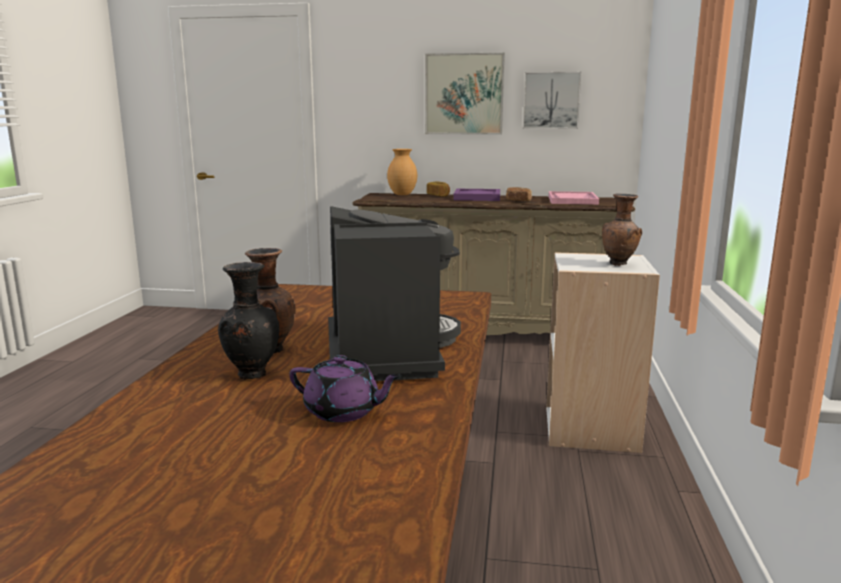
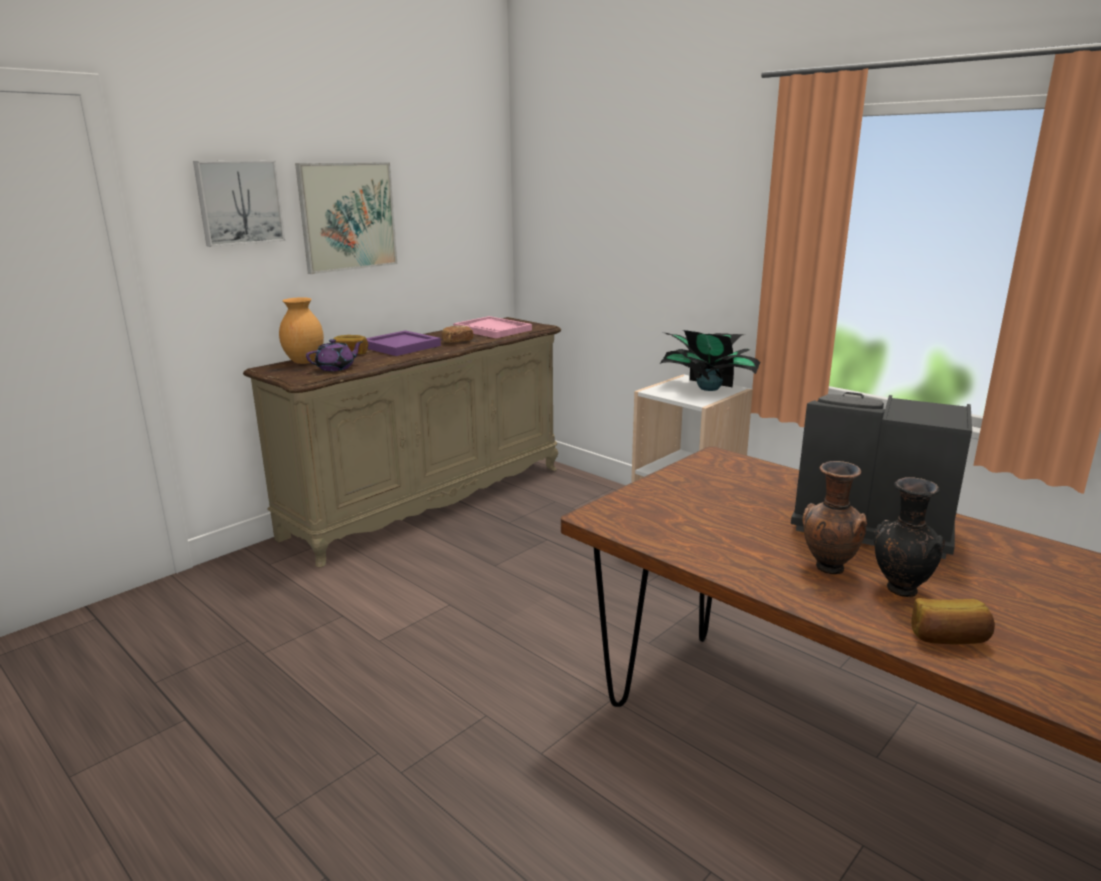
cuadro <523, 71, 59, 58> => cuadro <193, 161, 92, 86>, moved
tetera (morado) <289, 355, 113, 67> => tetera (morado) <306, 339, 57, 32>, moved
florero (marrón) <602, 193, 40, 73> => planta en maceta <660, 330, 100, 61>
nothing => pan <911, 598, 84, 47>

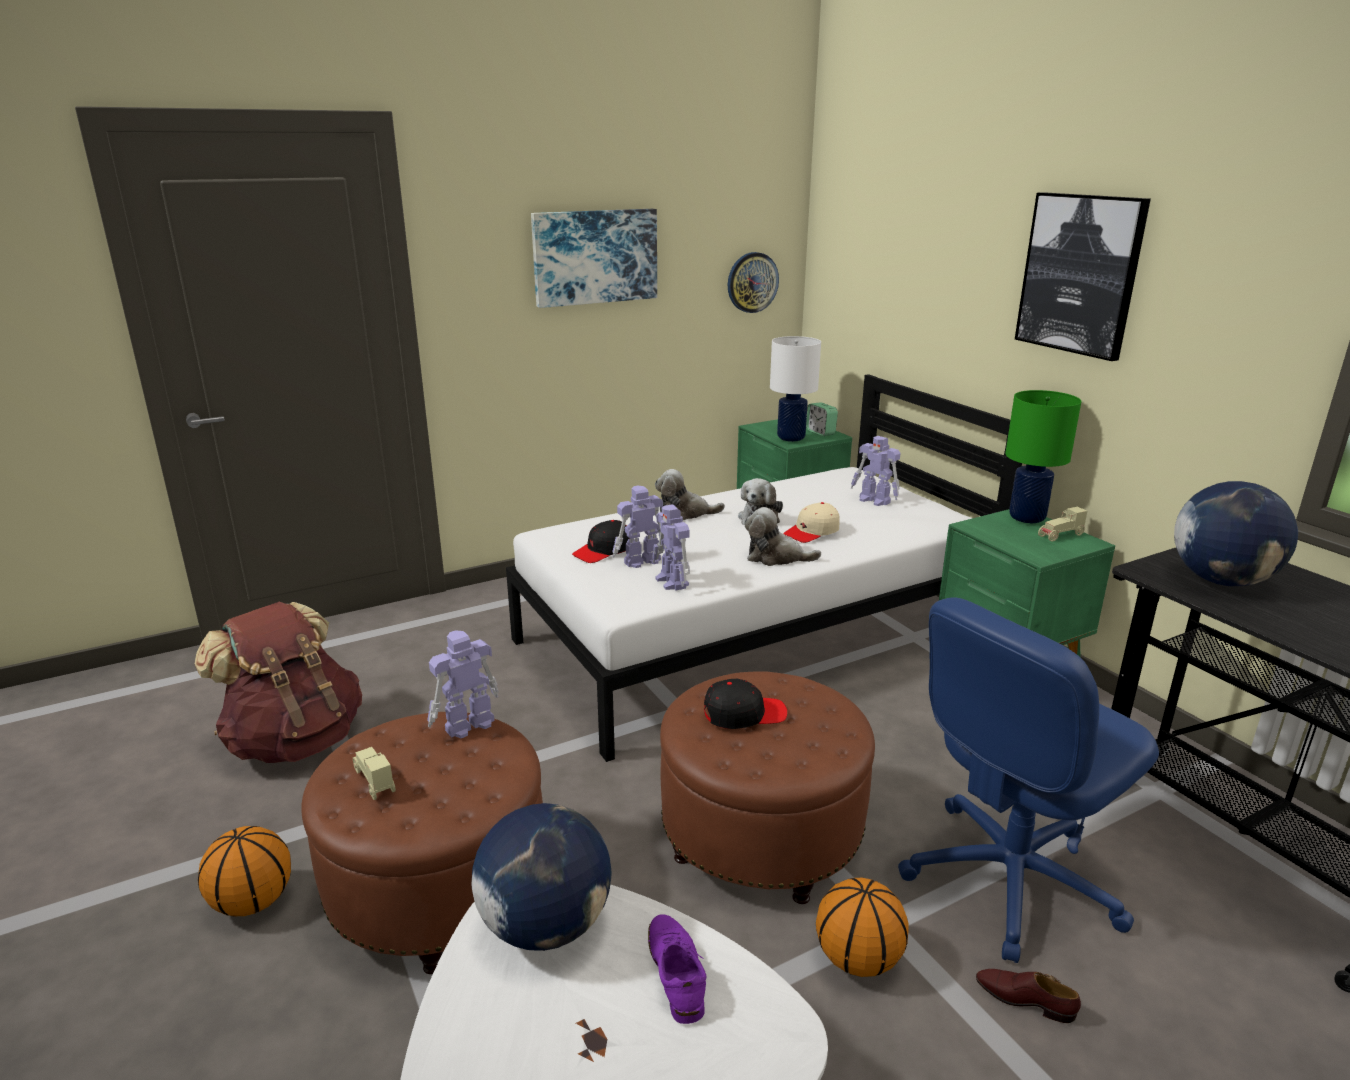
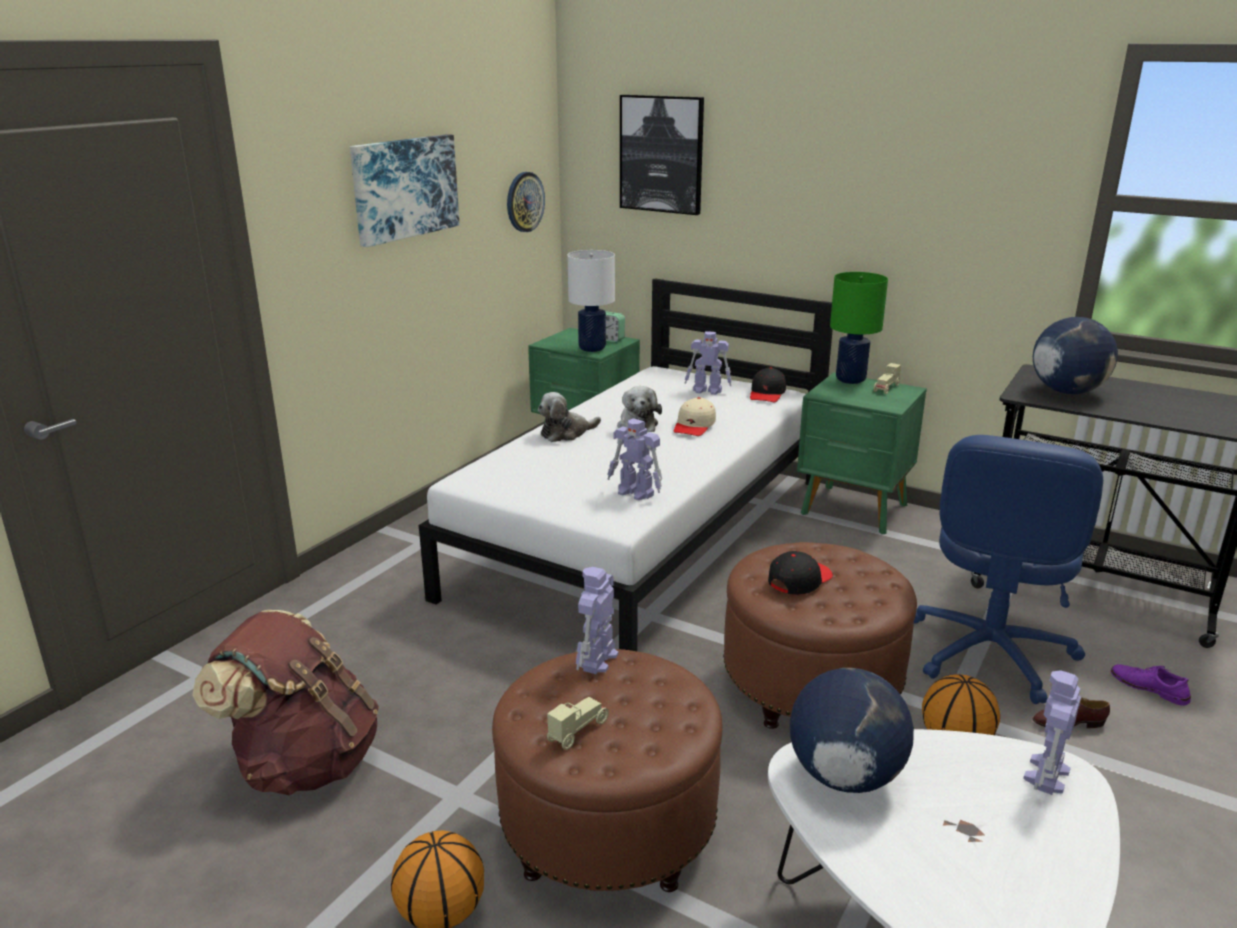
coche de juguete (beis) <353, 747, 43, 53> => coche de juguete (beis) <547, 697, 62, 53>, 105 degrees clockwise
cuadro <1015, 192, 136, 169> => cuadro <620, 95, 84, 120>, moved
gorra (negro) <572, 520, 58, 43> => gorra (negro) <750, 367, 36, 35>, moved
robot de juguete <612, 486, 52, 82> => robot de juguete <1023, 670, 58, 125>, moved
zapato (morado) <648, 914, 59, 110> => zapato (morado) <1111, 664, 80, 42>, moved
peluche <744, 507, 77, 59> => nothing

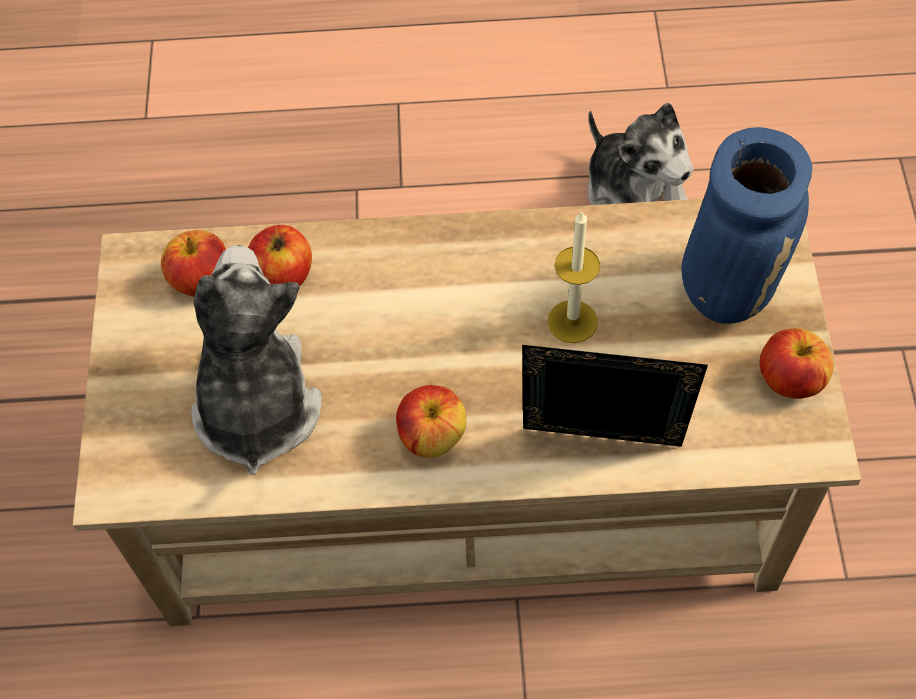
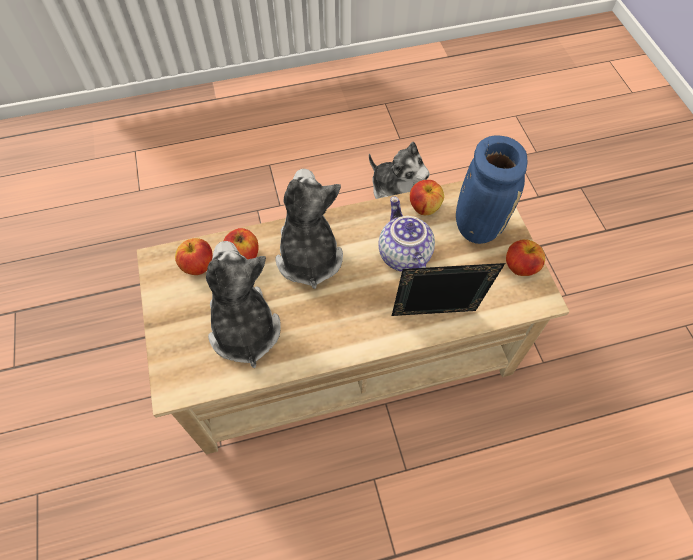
nothing => peluche <275, 169, 68, 120>
vela <548, 210, 52, 133> => tetera <378, 196, 57, 76>
manzana <396, 385, 70, 73> => manzana <410, 180, 34, 35>, moved

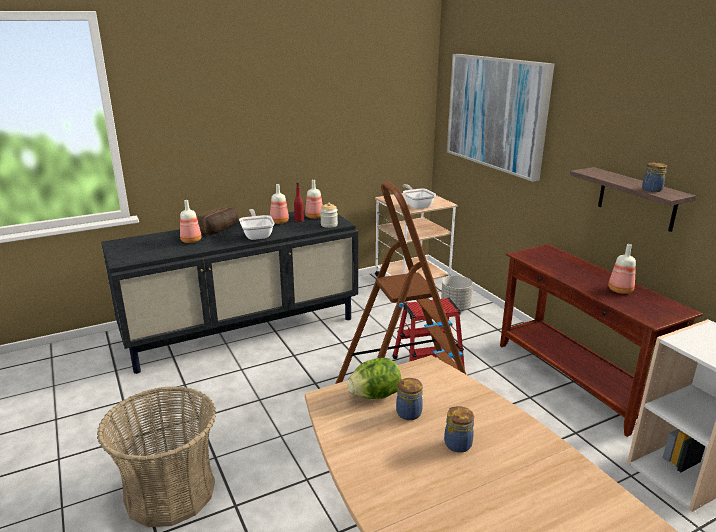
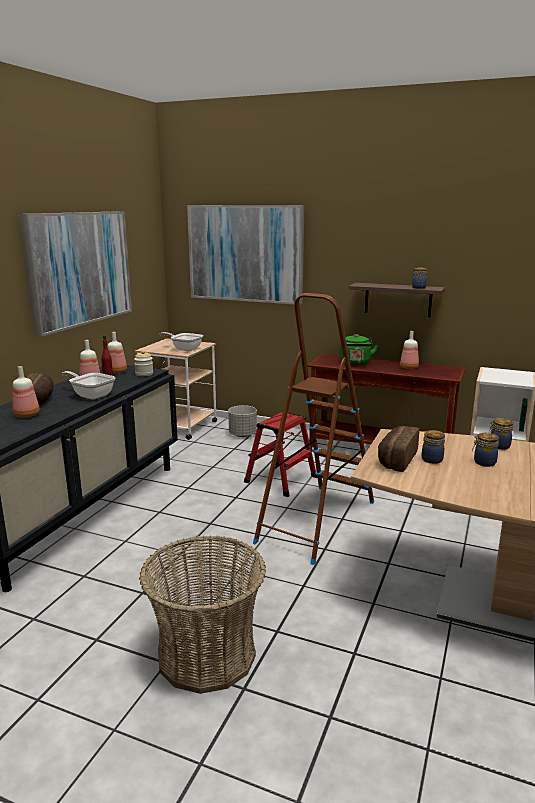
nothing => cuadro <19, 211, 113, 126>
nothing => hervidor (verde) <340, 334, 38, 32>
lechuga <347, 358, 54, 41> => pan <378, 426, 41, 46>
nothing => tarro <489, 418, 24, 32>

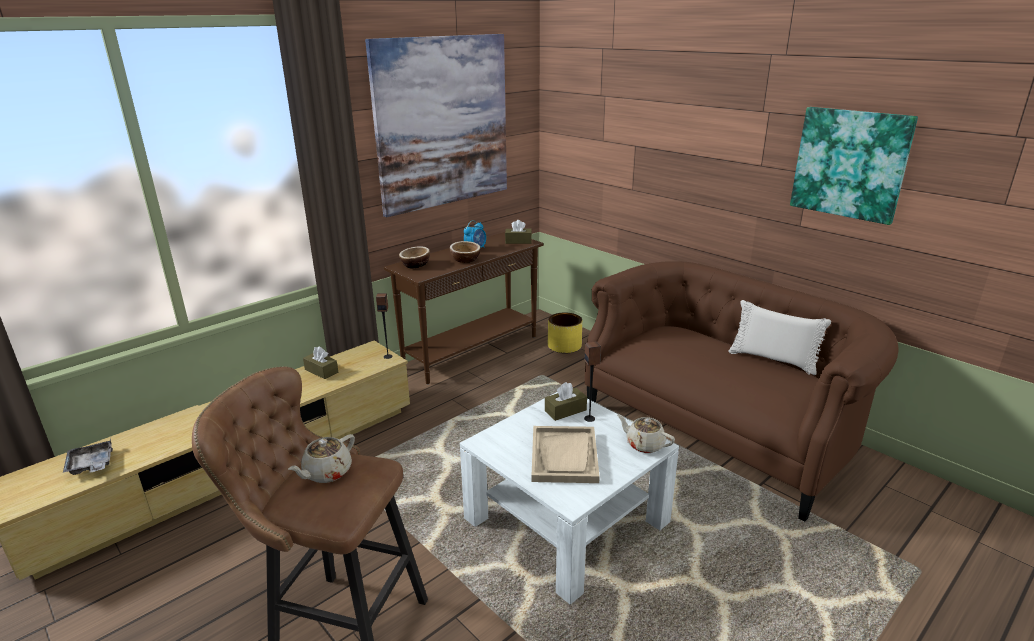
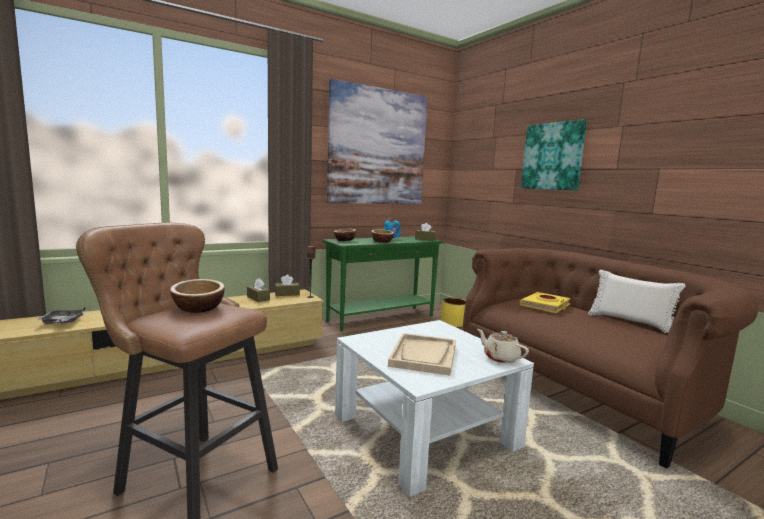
tetera (beis) <288, 434, 67, 49> => cuenco <170, 279, 55, 34>
caja de pañuelos (marrón) <545, 382, 42, 39> => caja de pañuelos (marrón) <275, 275, 25, 21>, moved
mesa consola (marrón) <384, 232, 160, 153> => mesa consola (verde) <322, 236, 122, 96>
nothing => libro (amarillo) <520, 292, 51, 21>
cuadro <790, 107, 128, 118> => cuadro <521, 119, 66, 72>, moved
altavoz <584, 341, 17, 81> => nothing

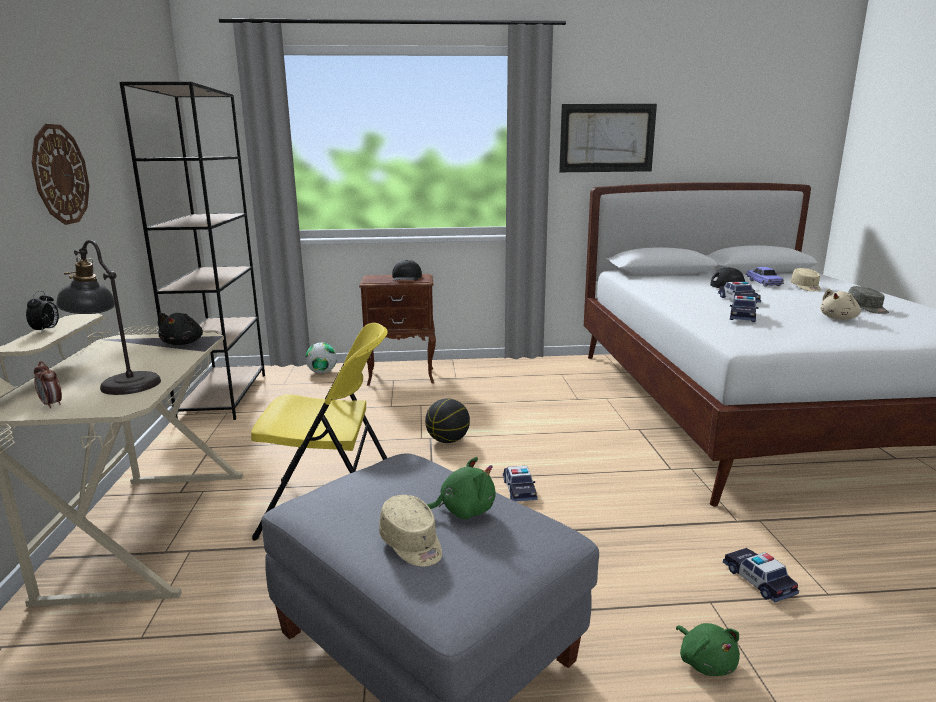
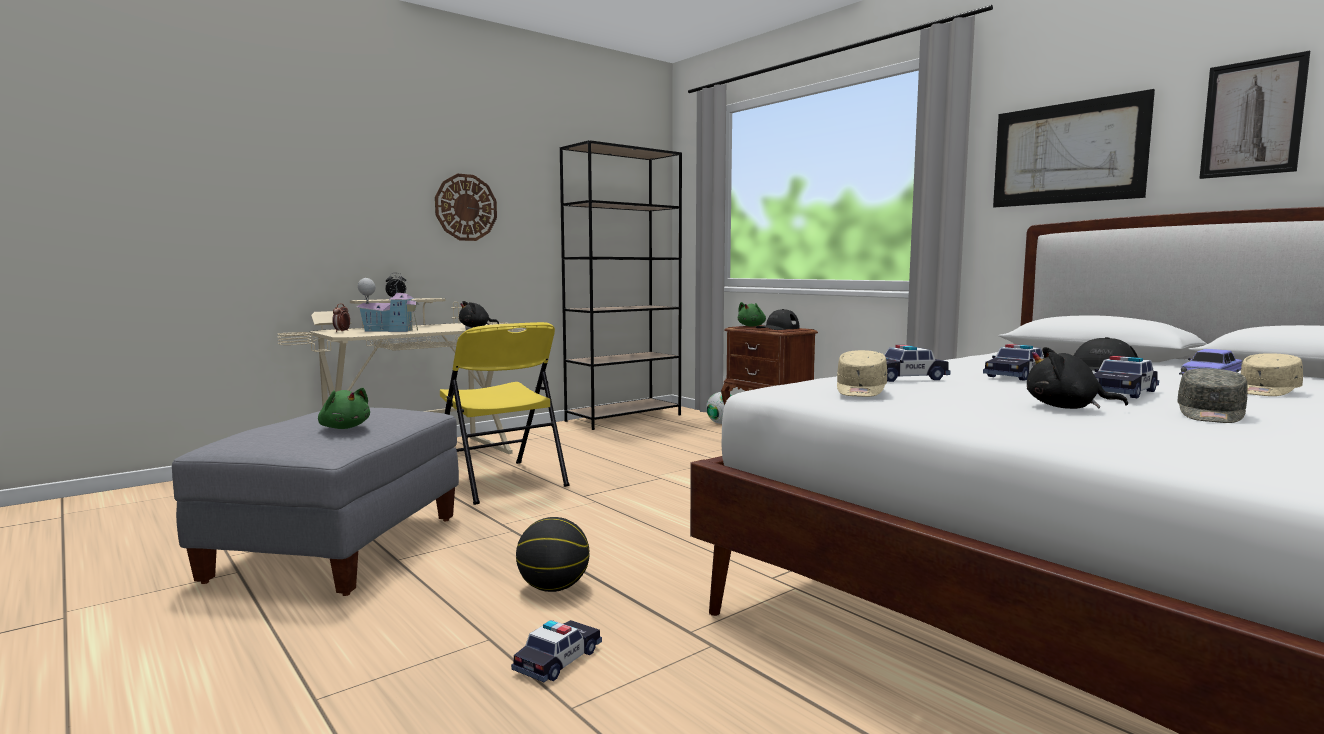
lámpara de mesa (gris) <56, 240, 105, 155> => casita <357, 275, 62, 57>
balón de baloncesto <425, 398, 45, 45> => balón de baloncesto <516, 517, 73, 75>, moved
peluche (verde) <676, 623, 64, 53> => peluche (verde) <737, 302, 29, 24>, moved
gorra (beis) <379, 495, 63, 72> => gorra (beis) <837, 350, 50, 47>, moved
peluche (beis) <820, 289, 41, 31> => peluche (negro) <1027, 347, 101, 62>
coche de juguete <503, 466, 35, 36> => coche de juguete <1094, 356, 65, 42>, moved
nothing => cuadro <1199, 51, 111, 128>

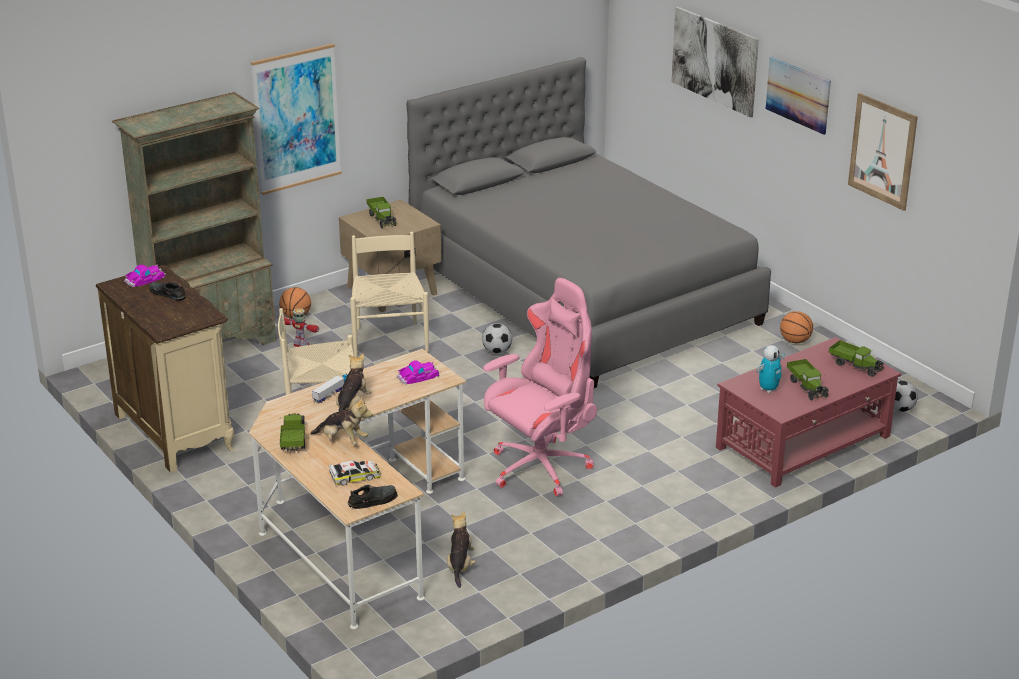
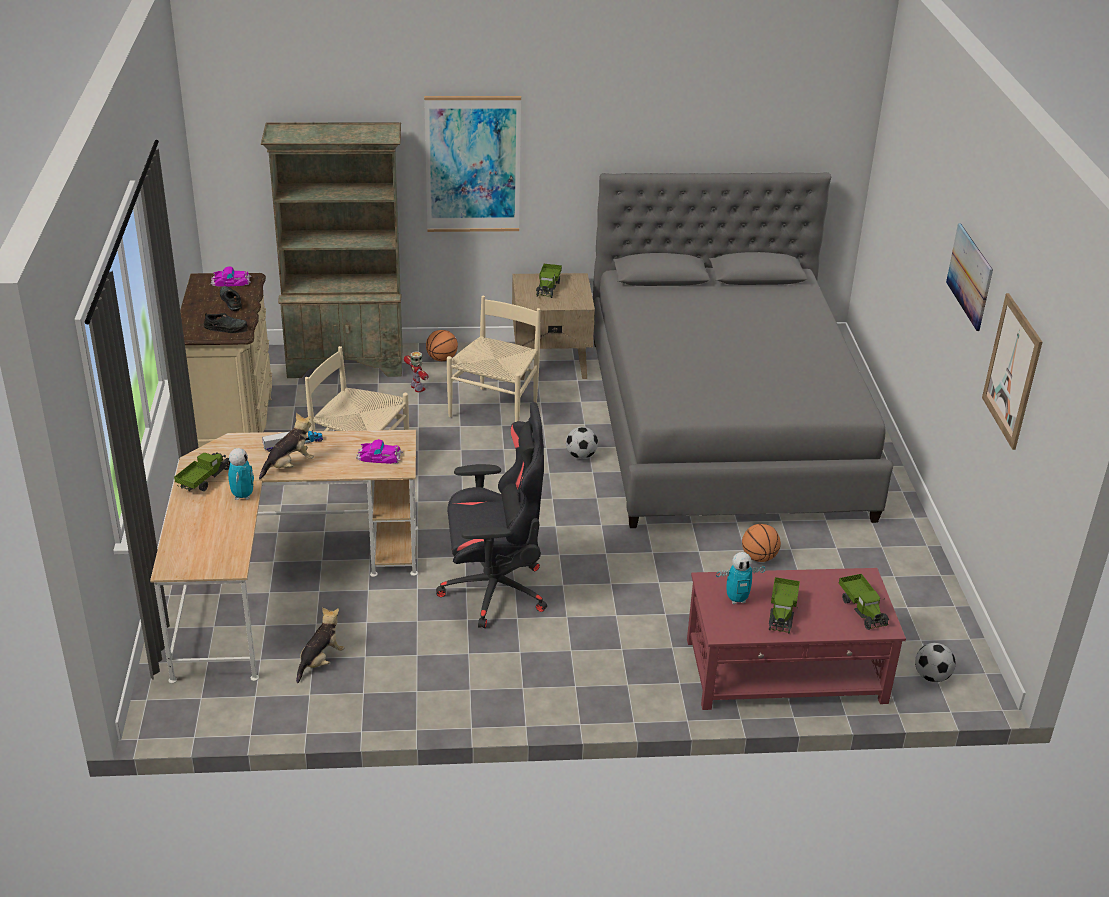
zapato (negro) <348, 485, 50, 24> => zapato (negro) <203, 313, 44, 20>, moved
peluche <310, 397, 63, 48> => robot de juguete <228, 448, 26, 52>
silla de oficina (rosa) <483, 278, 114, 218> => silla de oficina (negro) <436, 401, 111, 227>
balón de baloncesto <780, 311, 33, 32> => balón de baloncesto <742, 524, 39, 38>, moved
coche de juguete <329, 461, 52, 24> => nothing
cuadro <672, 7, 87, 111> => nothing

